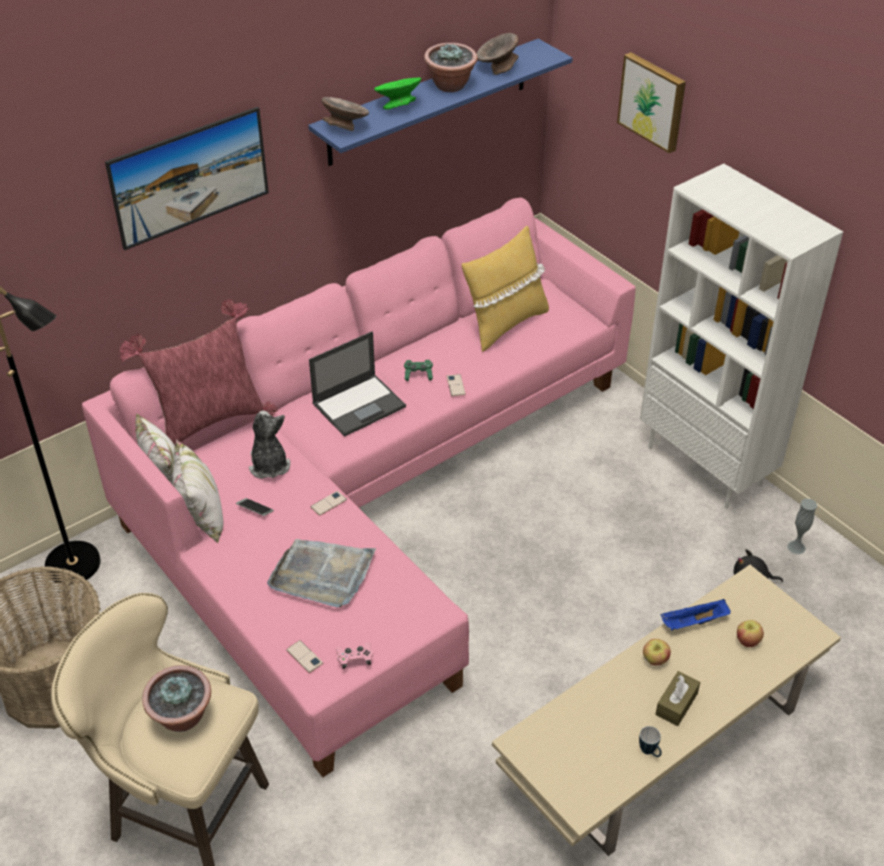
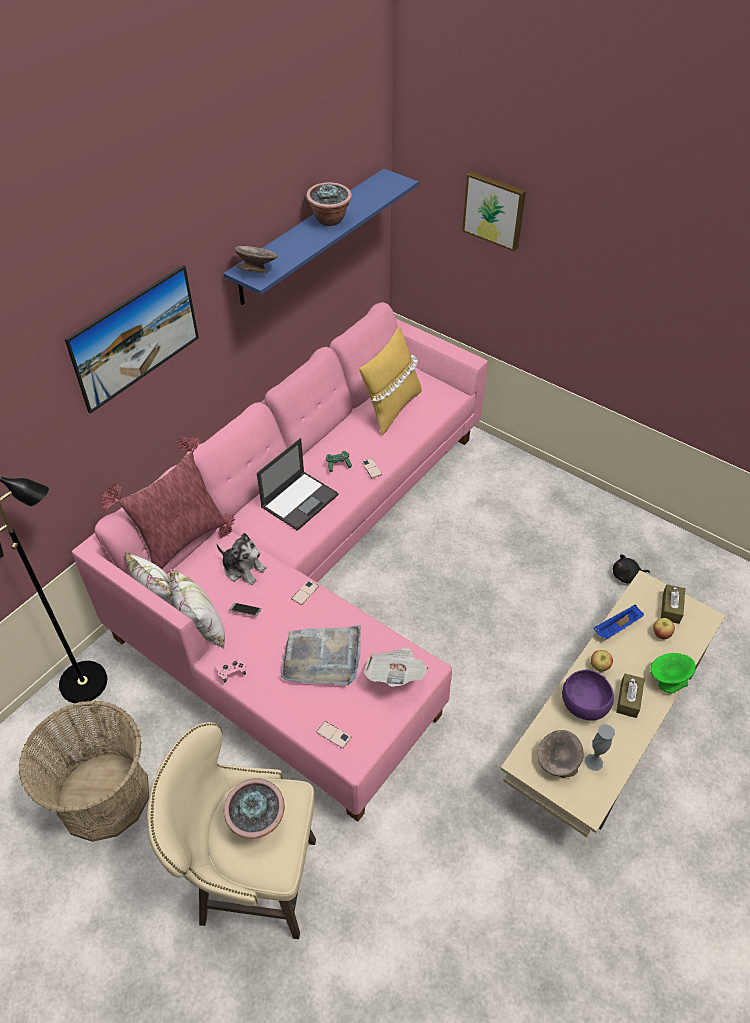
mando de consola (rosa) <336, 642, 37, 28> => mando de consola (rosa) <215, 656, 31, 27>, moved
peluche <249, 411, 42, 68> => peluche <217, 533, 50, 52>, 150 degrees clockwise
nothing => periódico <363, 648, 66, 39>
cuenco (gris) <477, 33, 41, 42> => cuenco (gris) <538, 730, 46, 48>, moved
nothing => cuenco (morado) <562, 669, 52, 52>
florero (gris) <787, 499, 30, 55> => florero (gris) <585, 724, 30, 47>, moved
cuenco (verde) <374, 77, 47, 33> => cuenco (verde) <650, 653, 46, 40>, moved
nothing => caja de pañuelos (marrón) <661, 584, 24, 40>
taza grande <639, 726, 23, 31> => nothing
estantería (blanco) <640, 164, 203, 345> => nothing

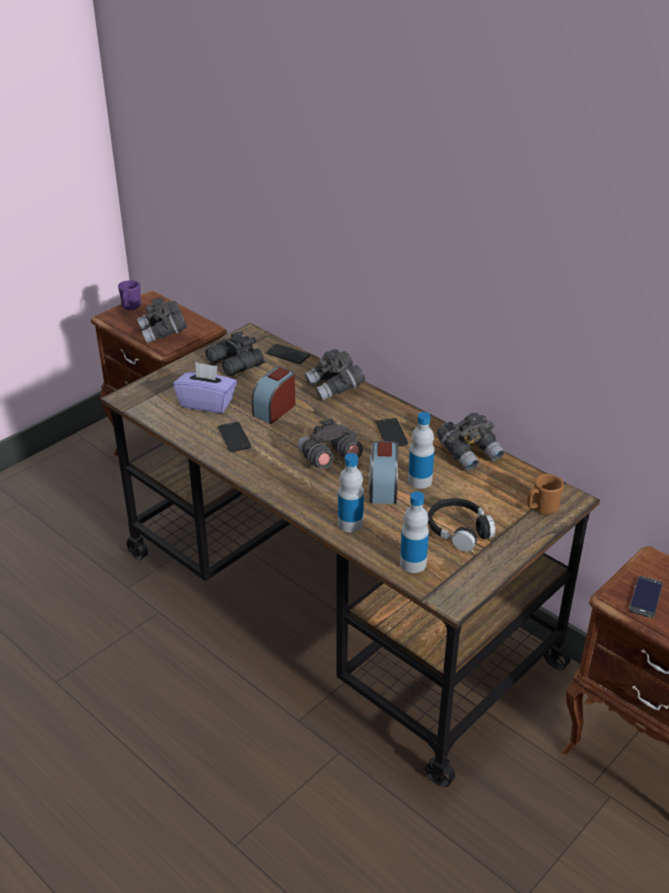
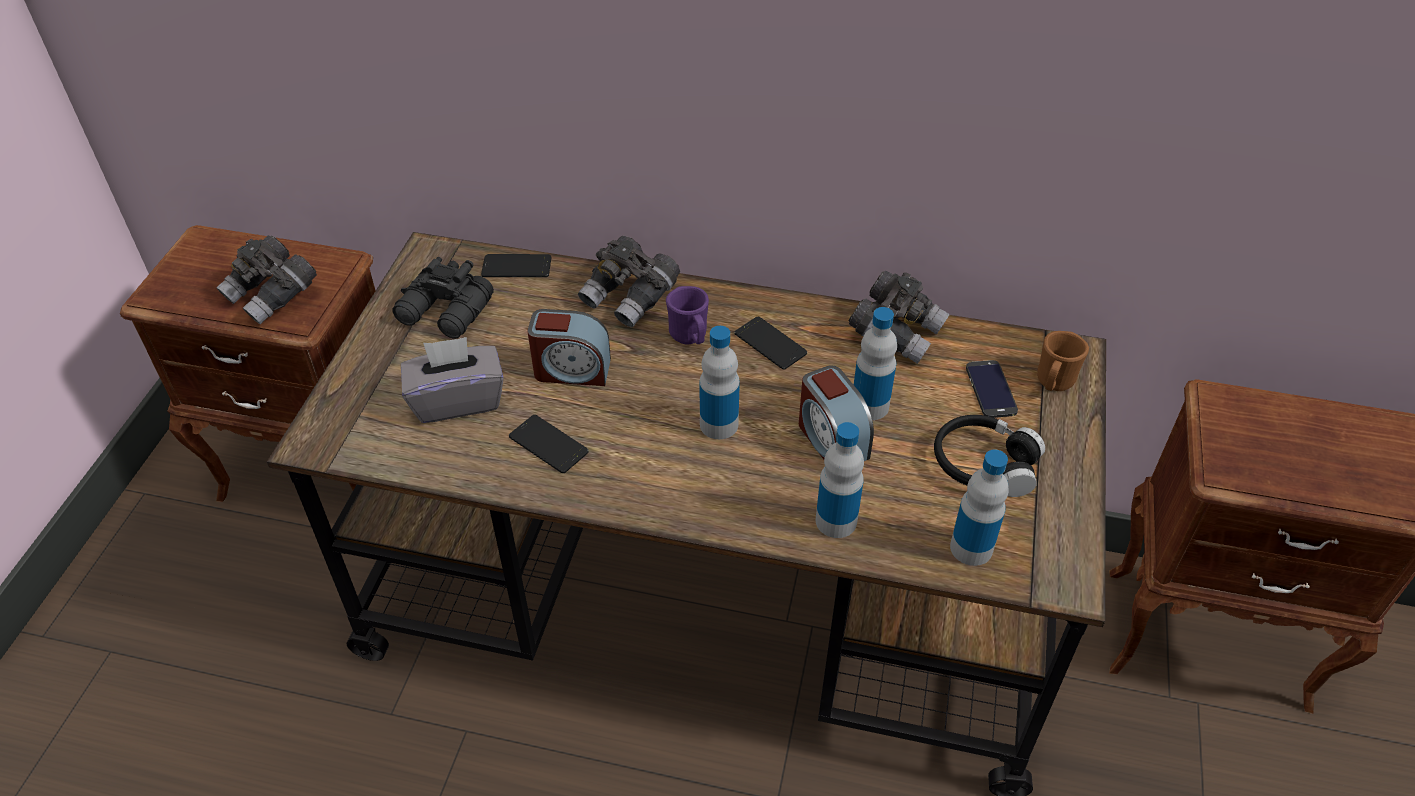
caja de pañuelos (morado) <173, 362, 64, 51> => caja de pañuelos (gris) <401, 337, 103, 86>
despertador <252, 367, 43, 57> => despertador <528, 309, 83, 77>, 90 degrees counterclockwise
taza grande (morado) <118, 280, 24, 30> => taza grande (morado) <666, 286, 43, 59>, moved
prismáticos (gris) <298, 418, 65, 51> => botella <700, 326, 40, 113>
móvil <629, 576, 34, 42> => móvil <966, 360, 52, 58>, moved

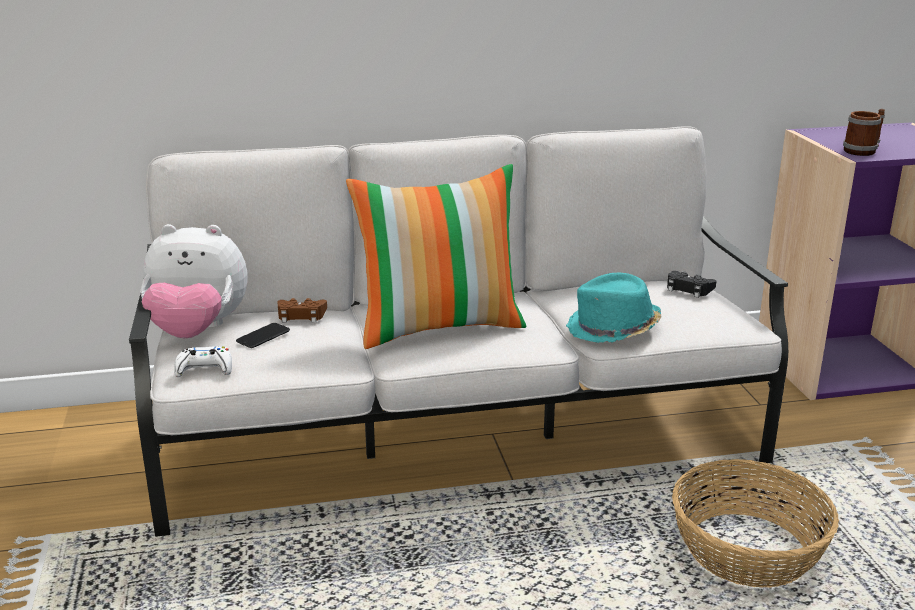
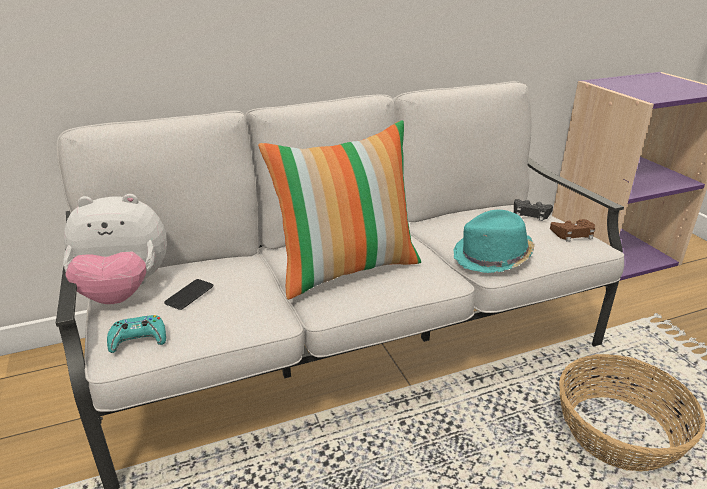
mando de consola (blanco) <174, 346, 58, 31> => mando de consola (turquesa) <107, 315, 59, 38>
mando de consola (marrón) <277, 298, 50, 24> => mando de consola (marrón) <550, 219, 45, 22>, moved
taza grande <843, 109, 42, 47> => nothing

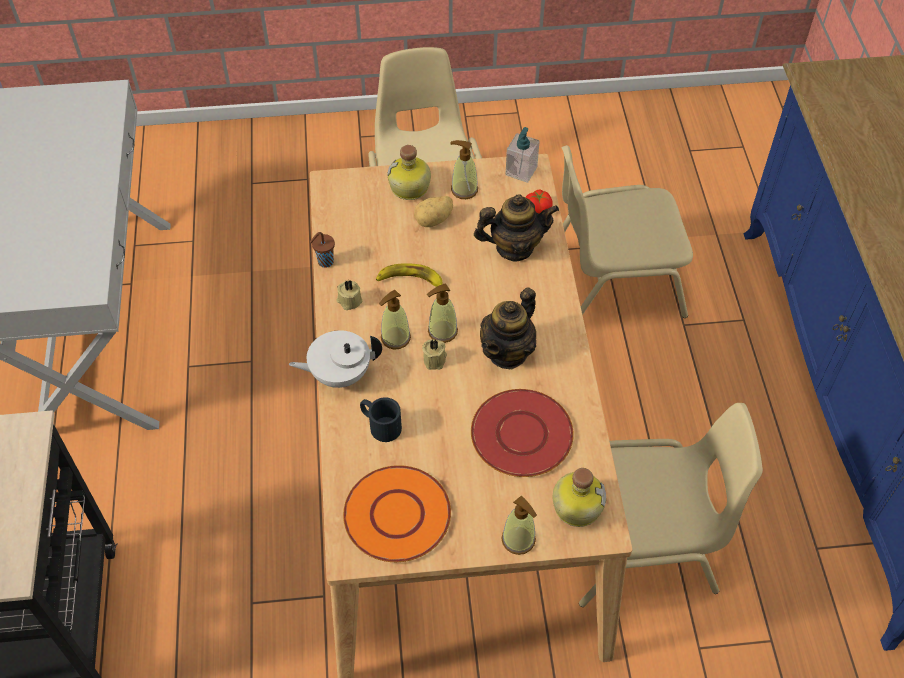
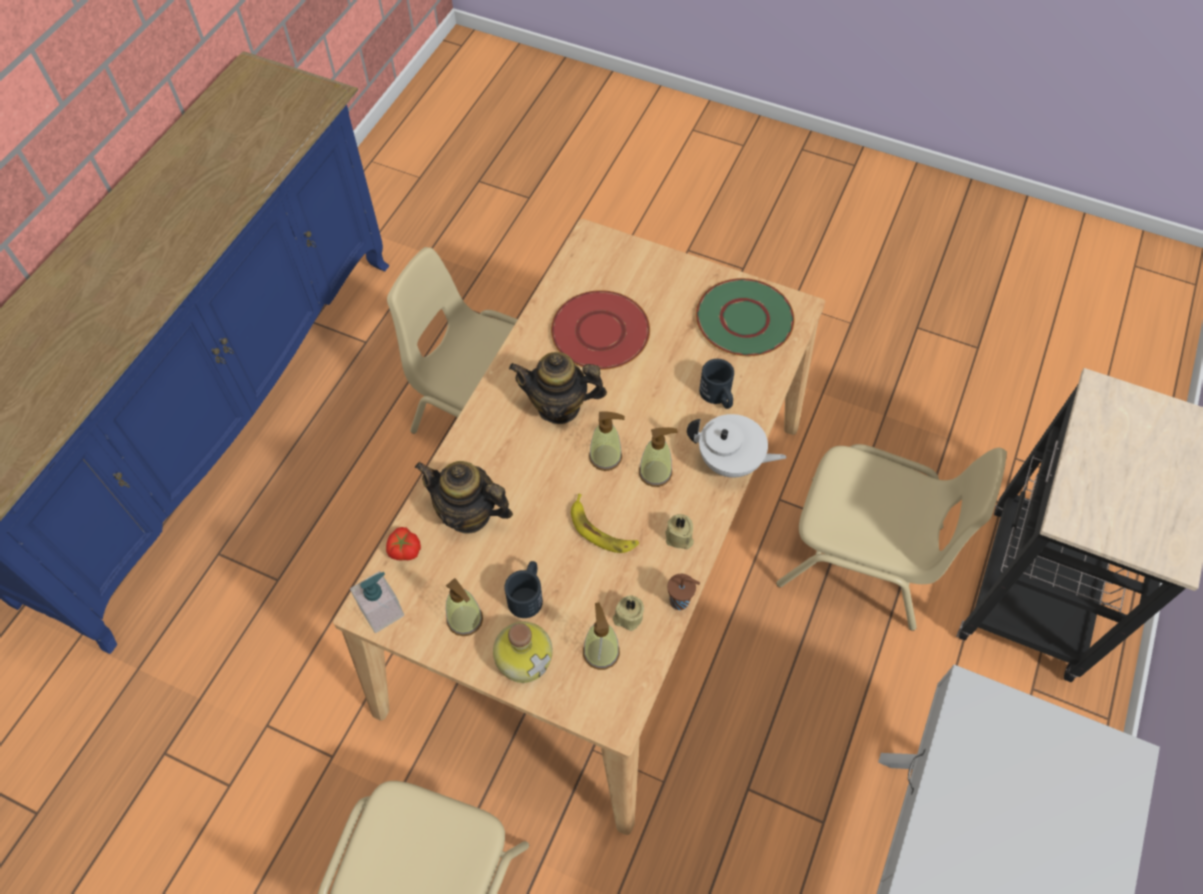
patata <414, 196, 39, 31> => taza grande (negro) <504, 561, 39, 57>
tetera <480, 287, 56, 82> => tetera <509, 352, 98, 72>, 150 degrees counterclockwise
dispensador de jabón <502, 495, 35, 60> => dispensador de jabón <583, 602, 37, 68>, moved
vela (beis) <422, 339, 25, 31> => vela (beis) <613, 595, 31, 36>, moved
plato (naranja) <343, 465, 108, 97> => plato (verde) <696, 278, 98, 78>
silla (beis) <561, 145, 132, 173> => silla (beis) <776, 444, 231, 187>, moved
botella <553, 468, 53, 59> => nothing

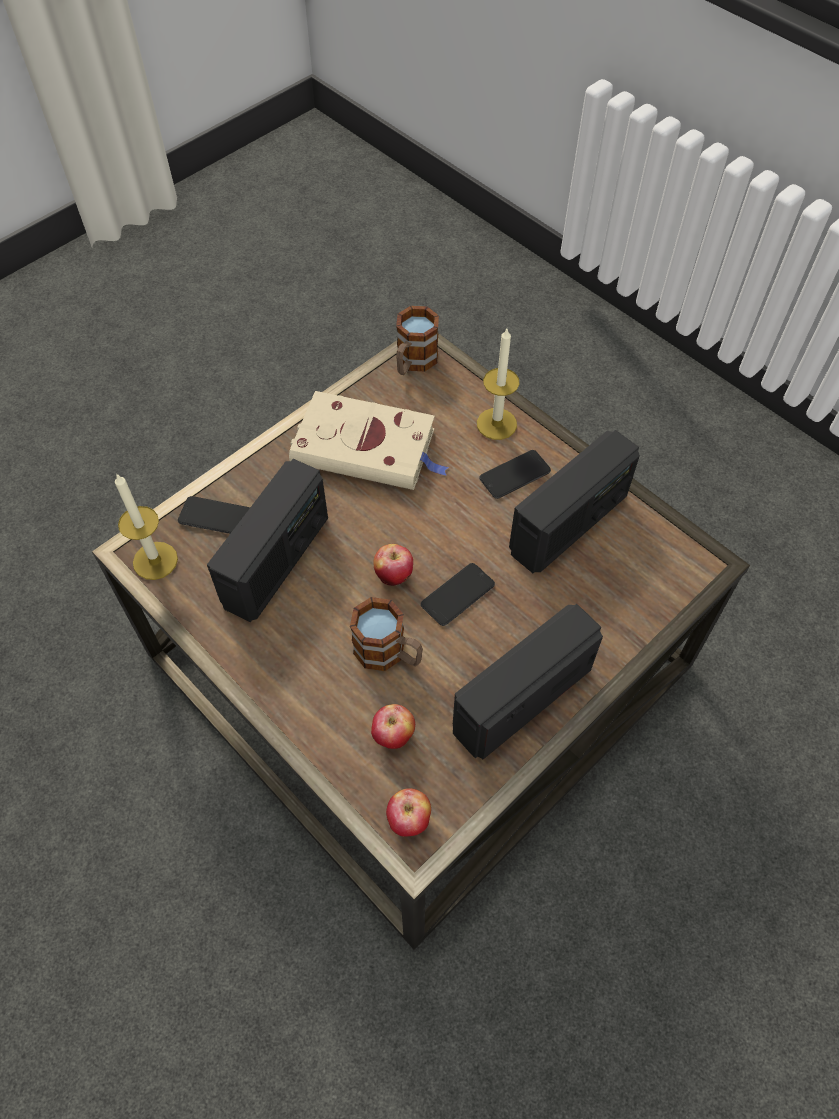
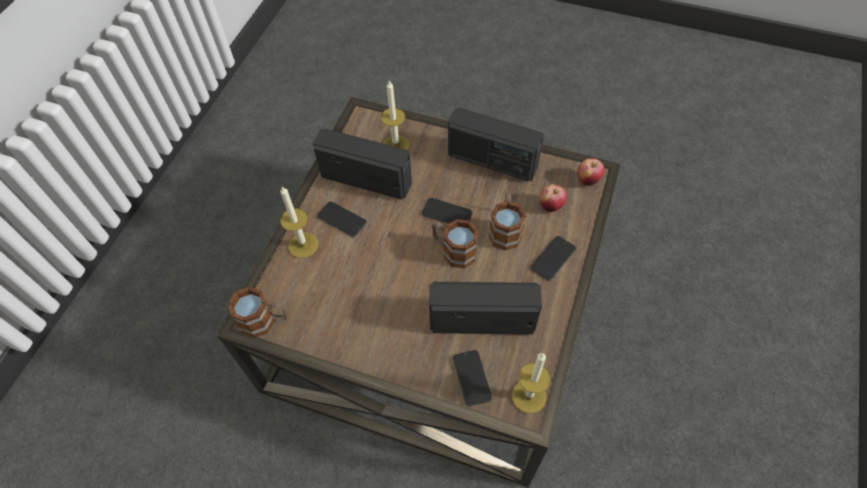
nothing => vela <381, 80, 29, 70>
manzana <374, 544, 39, 42> => taza grande <432, 219, 46, 50>
nothing => móvil <531, 236, 45, 44>
libro (beis) <289, 391, 160, 99> => nothing

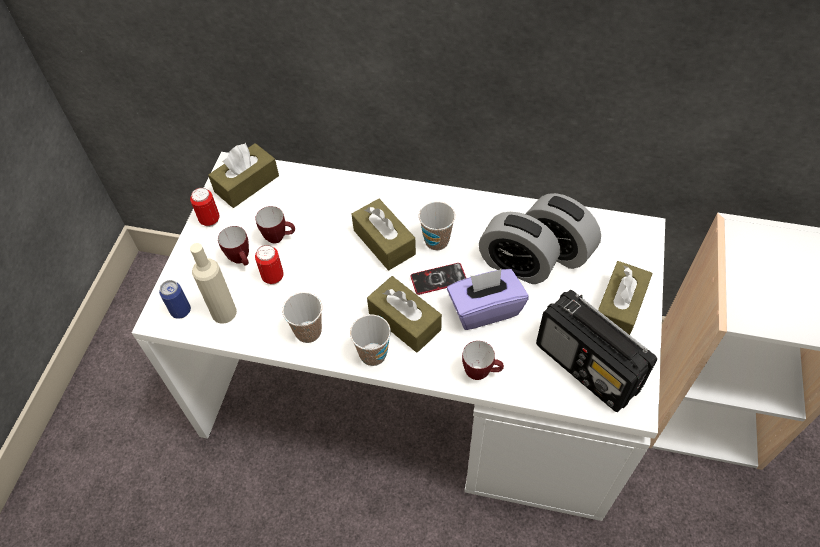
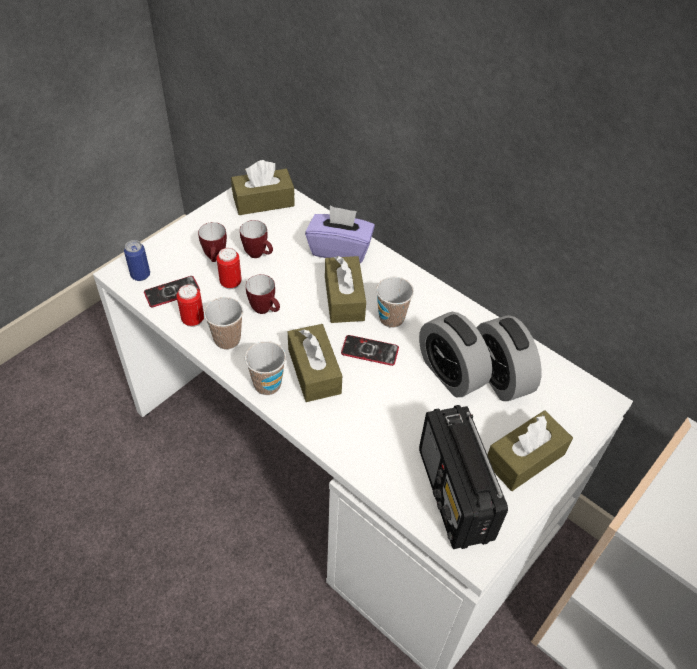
botella (beis) <190, 243, 47, 81> => móvil <144, 276, 56, 32>
lata <190, 188, 30, 39> => lata <176, 284, 28, 43>, moved
taza grande <462, 341, 42, 39> => taza grande <246, 274, 34, 40>, moved
caja de pañuelos (morado) <447, 269, 82, 61> => caja de pañuelos (morado) <305, 206, 70, 57>, moved

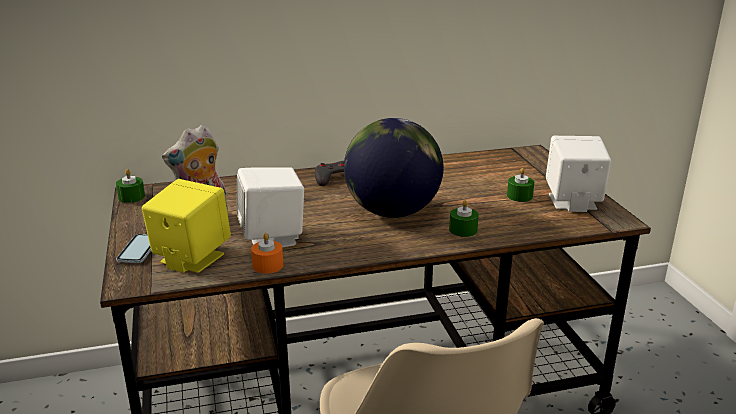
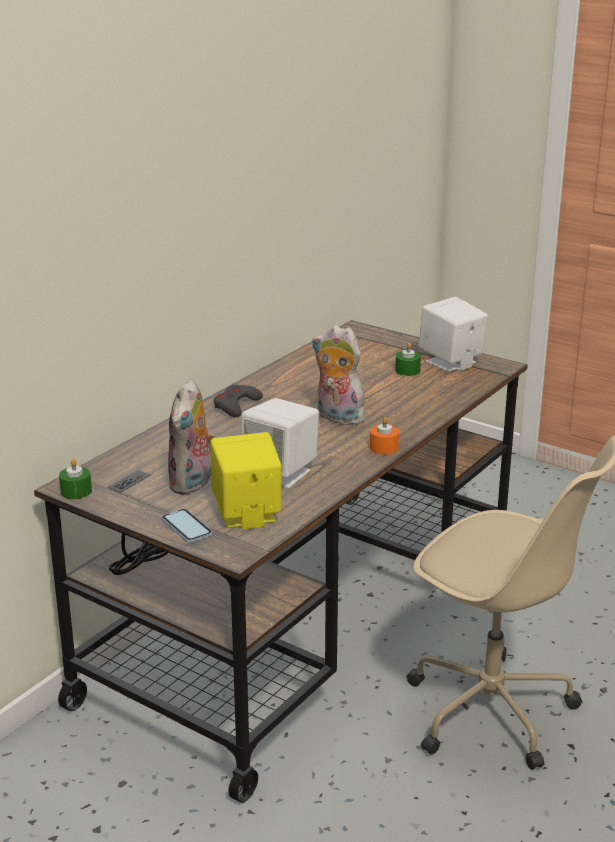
globo terráqueo <344, 118, 100, 100> => peluche <312, 325, 59, 100>
vela (naranja) <251, 233, 32, 41> => vela (naranja) <370, 417, 29, 38>, moved
vela (verde) <449, 200, 30, 37> => nothing

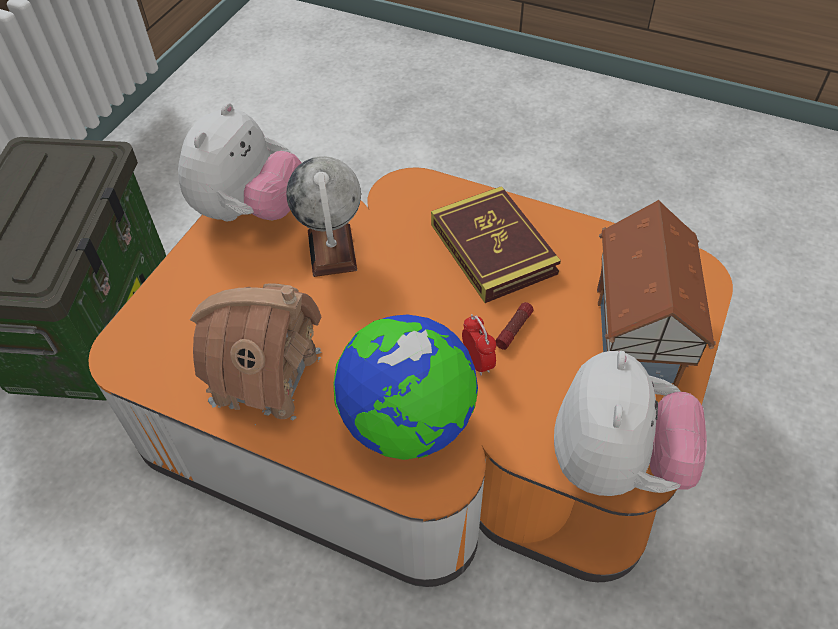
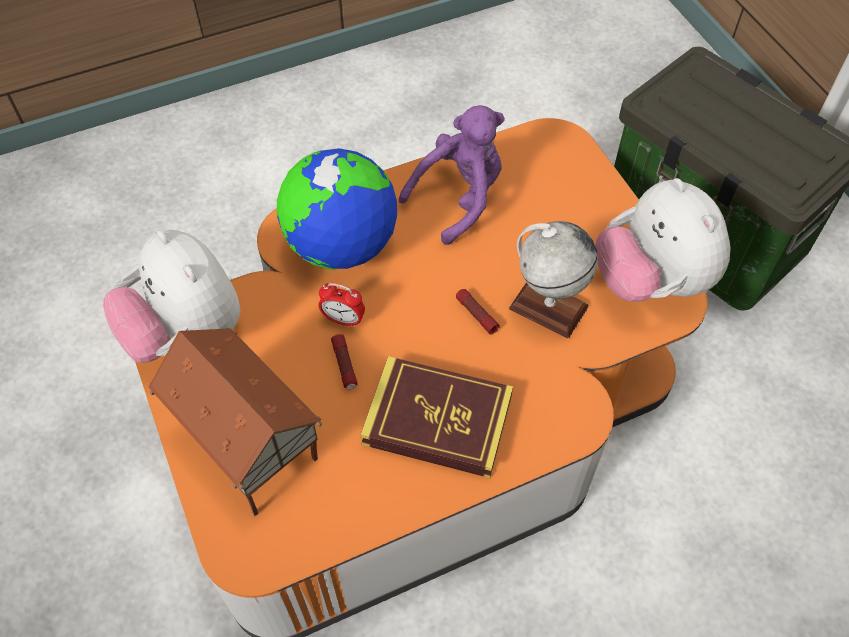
casita <190, 283, 132, 142> => peluche (morado) <399, 105, 106, 140>
nothing => linterna <456, 289, 44, 46>

